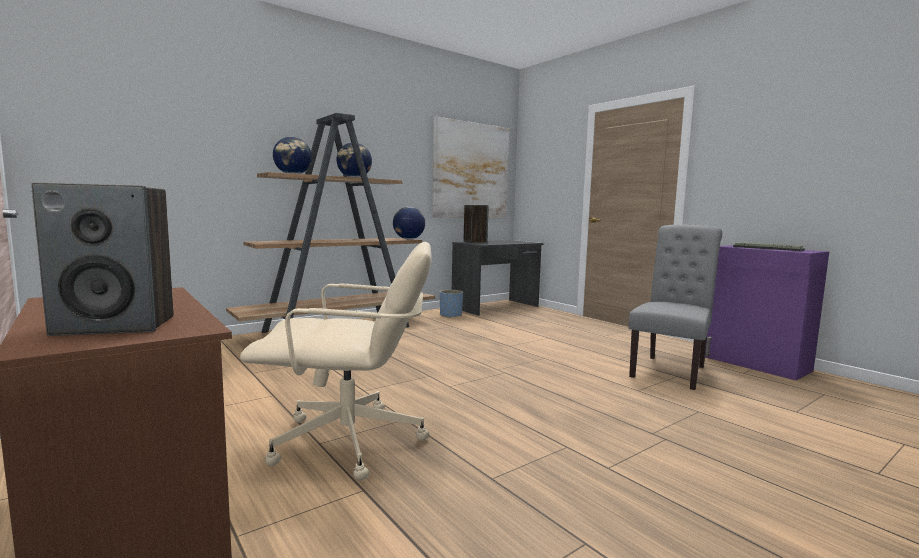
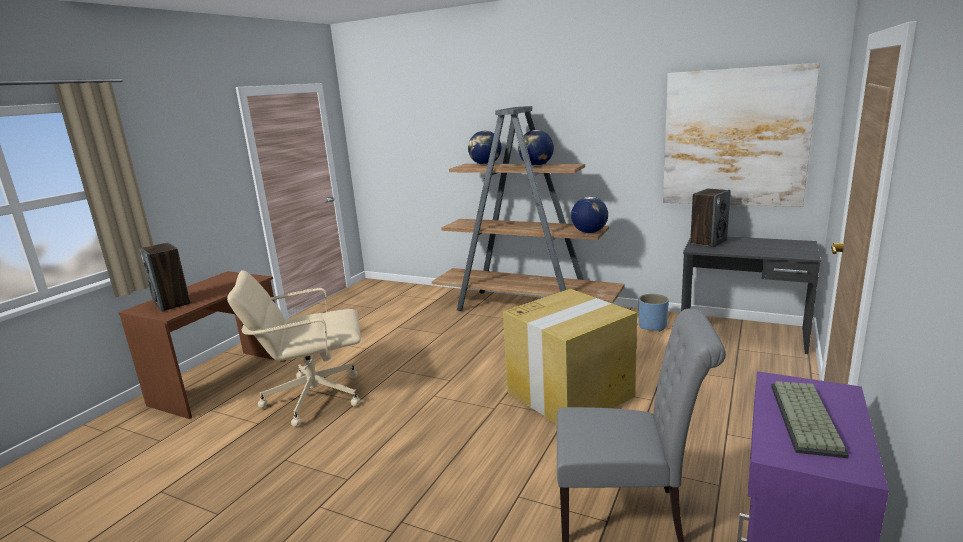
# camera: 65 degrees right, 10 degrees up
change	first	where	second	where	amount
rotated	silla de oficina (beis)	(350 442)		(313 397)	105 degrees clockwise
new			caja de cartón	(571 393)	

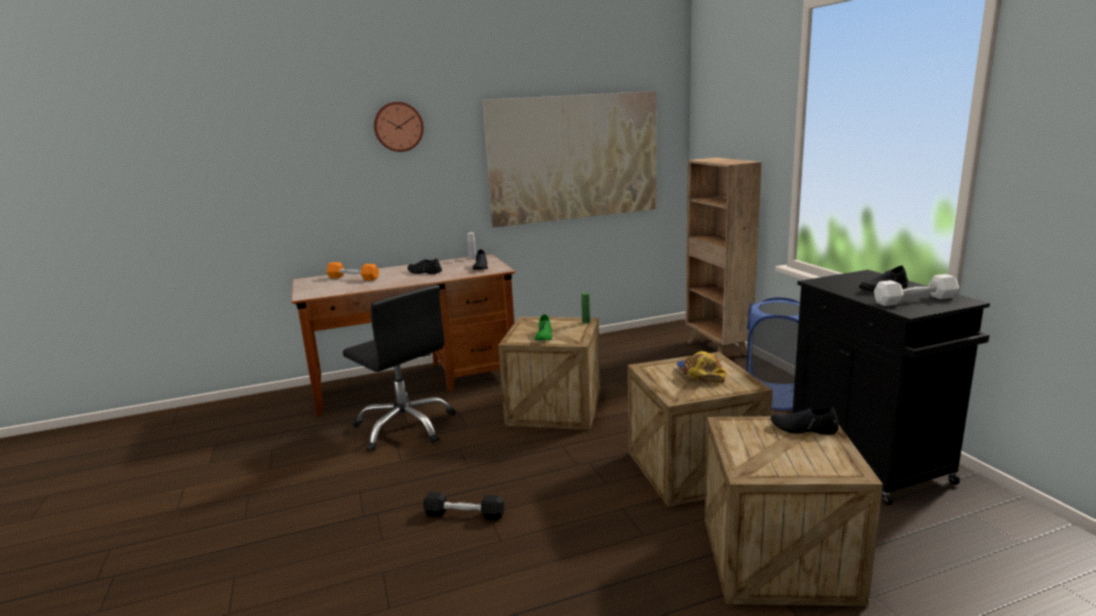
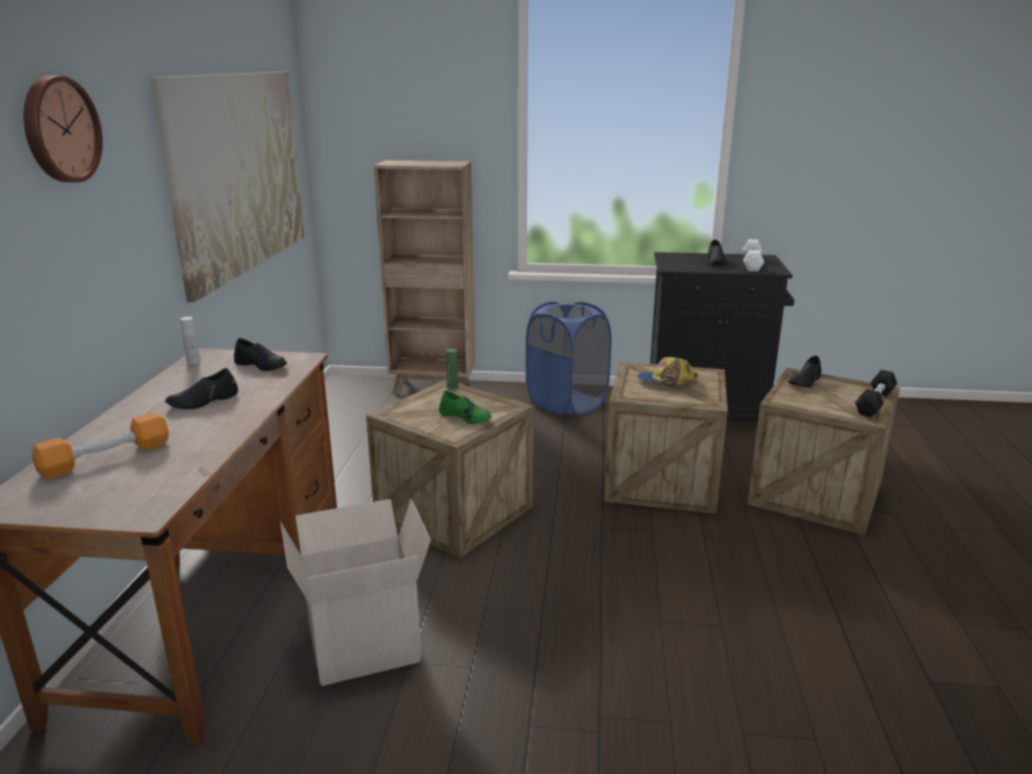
# camera: 65 degrees left, 5 degrees up
change	first	where	second	where	amount
swapped	silla de oficina (negro)	(405 426)	caja de cartón	(365 643)	
shifted	mancuerna (negro)	(464 514)		(875 402)	

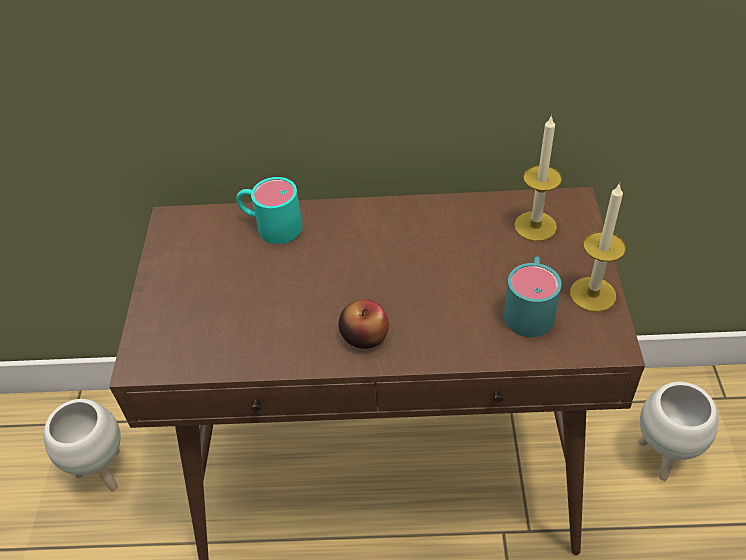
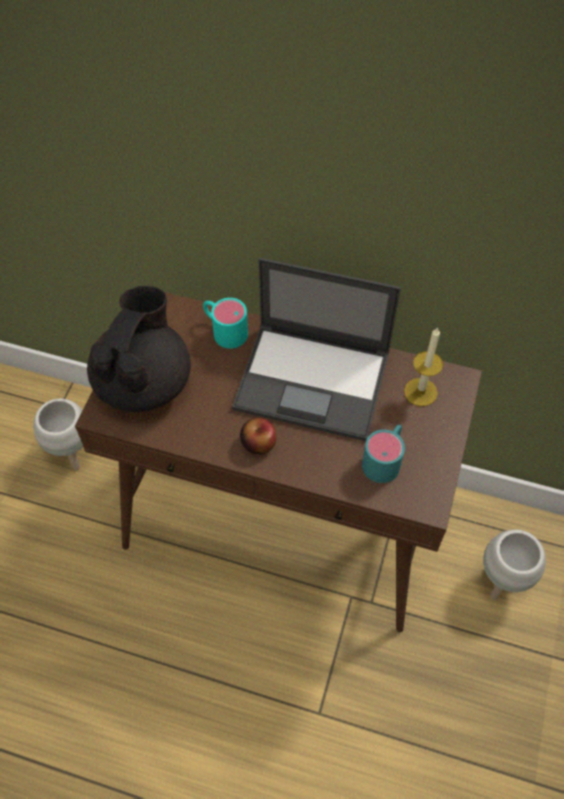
# camera: 15 degrees right, 10 degrees up
change	first	where	second	where	amount
gone	vela	(592 294)			
new			tetera (negro)	(144 382)	
new			portátil	(314 381)	

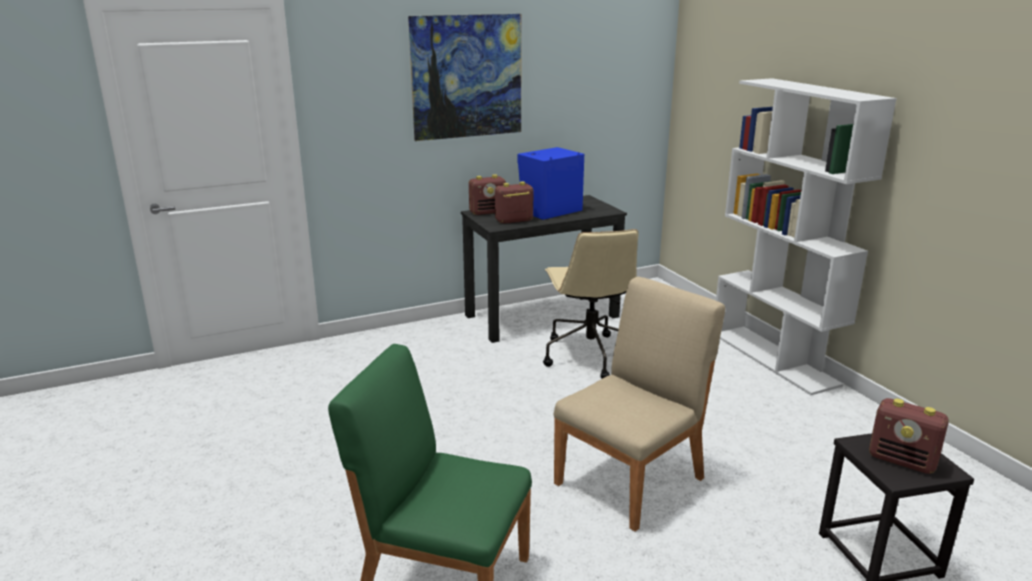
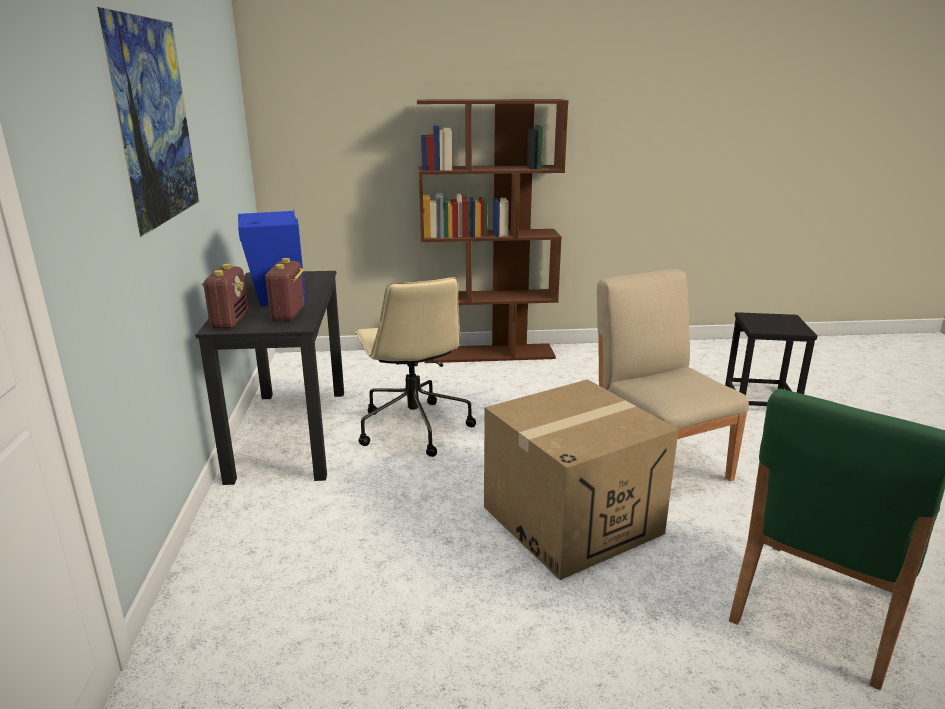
# camera: 70 degrees left, 0 degrees up
change	first	where	second	where	amount
rotated	silla de oficina (beis)	(589 355)		(413 427)	60 degrees clockwise
repainted	estantería (blanco)	(774 358)	estantería (marrón)	(489 353)	
gone	radio	(902 461)			
new			caja de cartón	(571 519)	

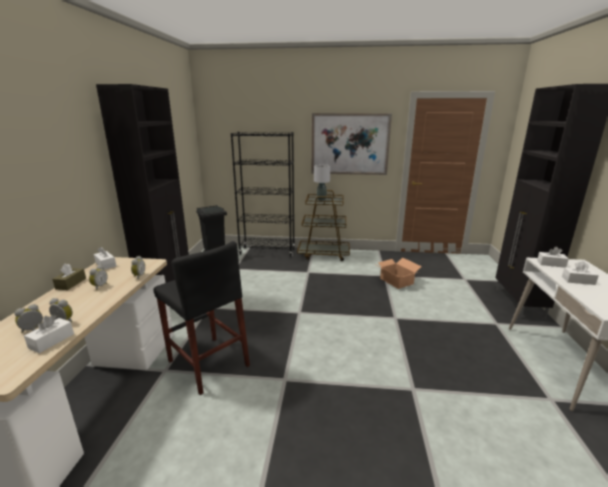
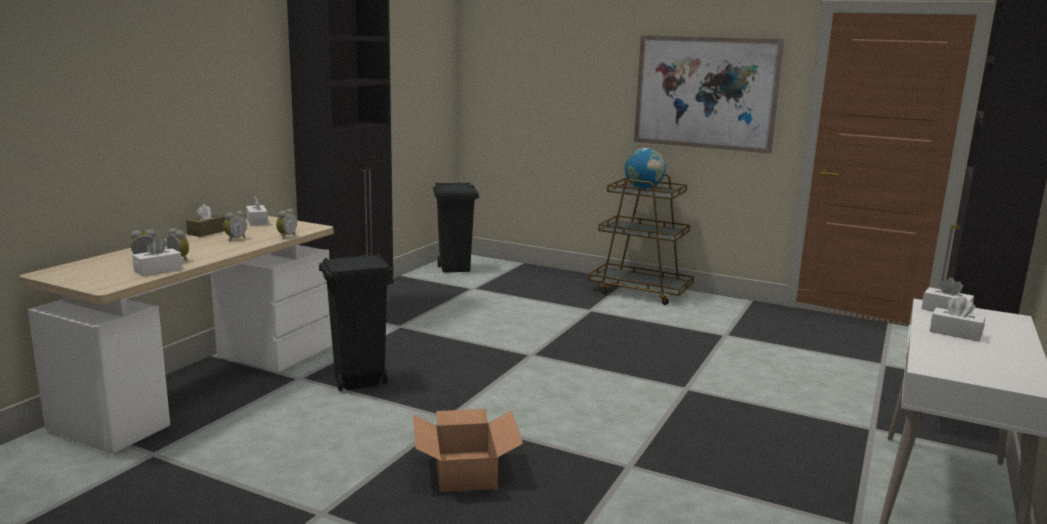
# camera: 20 degrees right, 5 degrees down
change	first	where	second	where	amount
swapped	taburete (negro)	(208 363)	papelera (negro)	(358 382)	
gone	estantería (negro)	(267 252)			
swapped	lámpara de mesa (gris)	(321 199)	globo terráqueo	(643 188)	
shifted	caja de cartón	(396 281)		(464 472)	

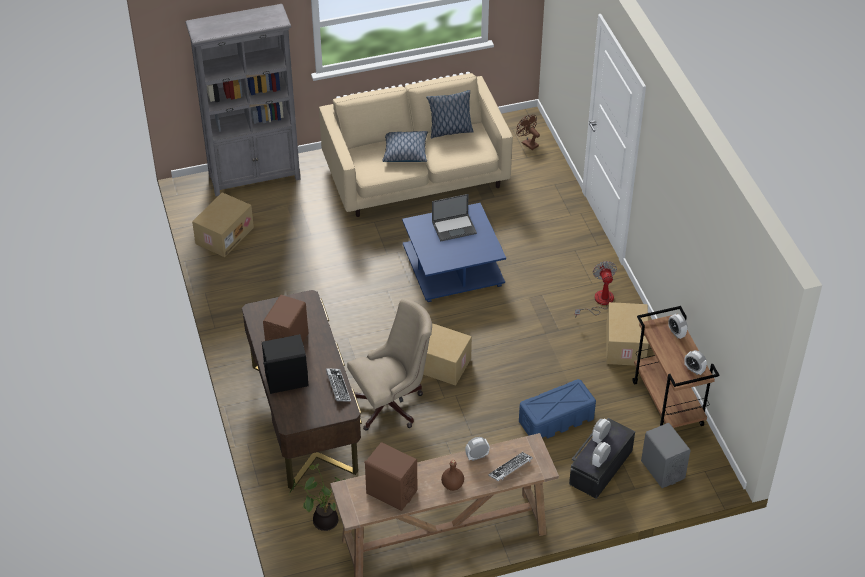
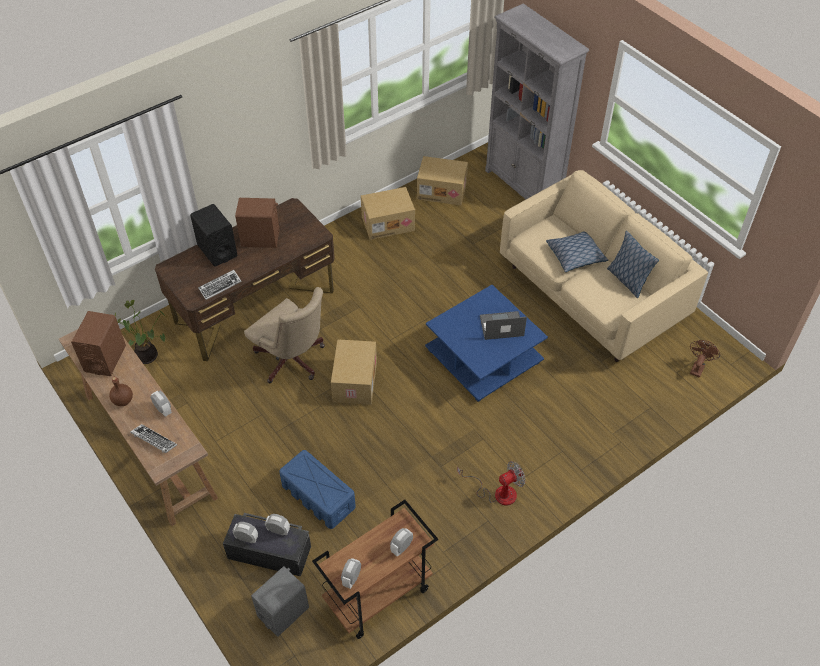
# camera: 70 degrees right, 5 degrees up
change	first	where	second	where	amount
rotated	portátil	(454 227)		(501 326)	120 degrees clockwise
shifted	caja de cartón	(624 344)		(388 223)	

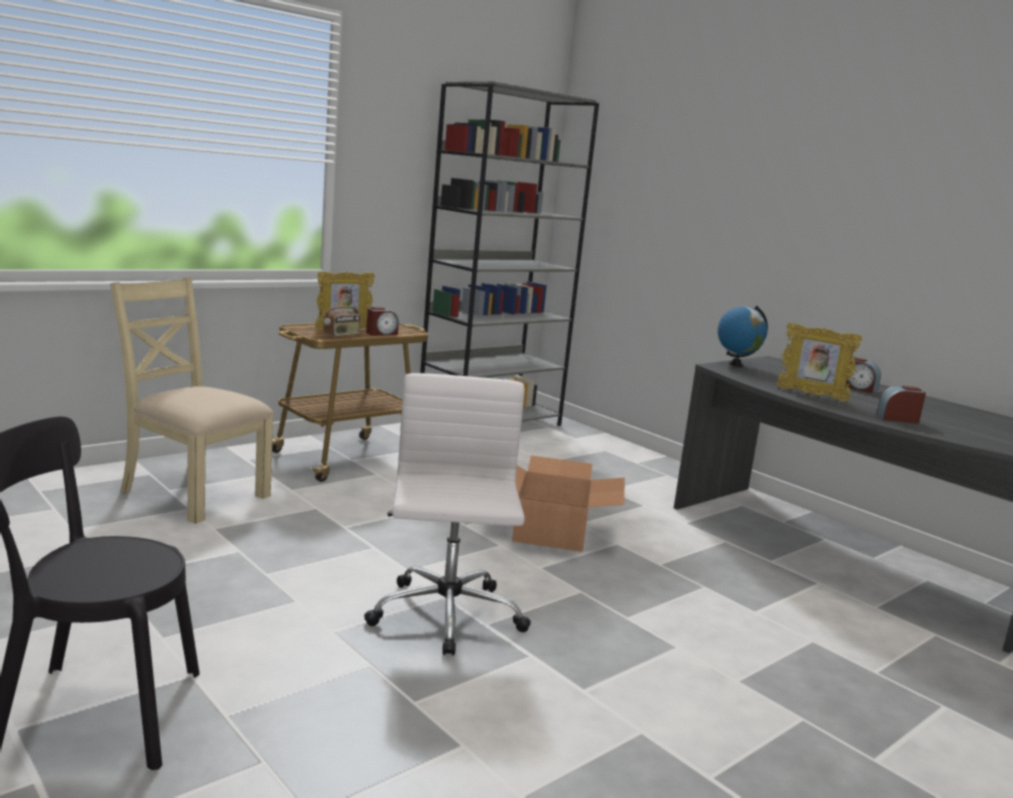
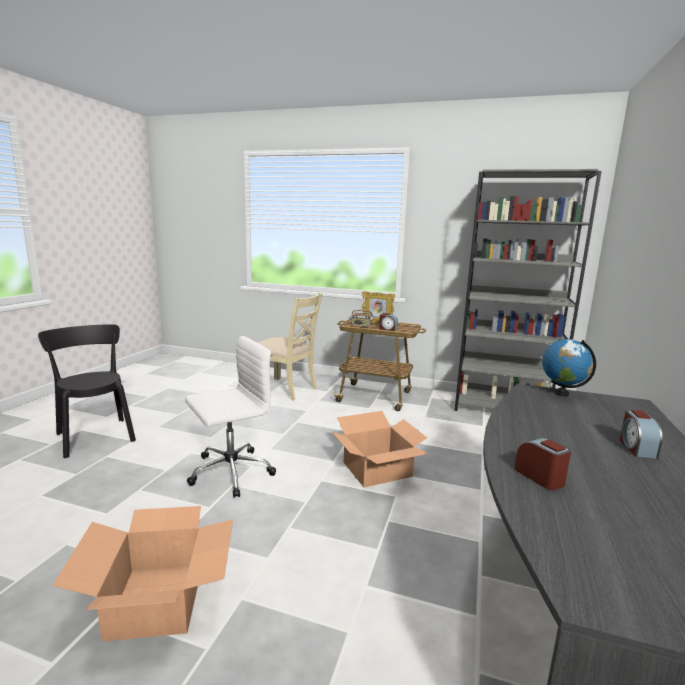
# camera: 60 degrees right, 0 degrees up
change	first	where	second	where	amount
rotated	silla (beis)	(193 493)		(284 388)	120 degrees clockwise
gone	portarretratos	(812 394)			
new			caja de cartón	(158 600)	

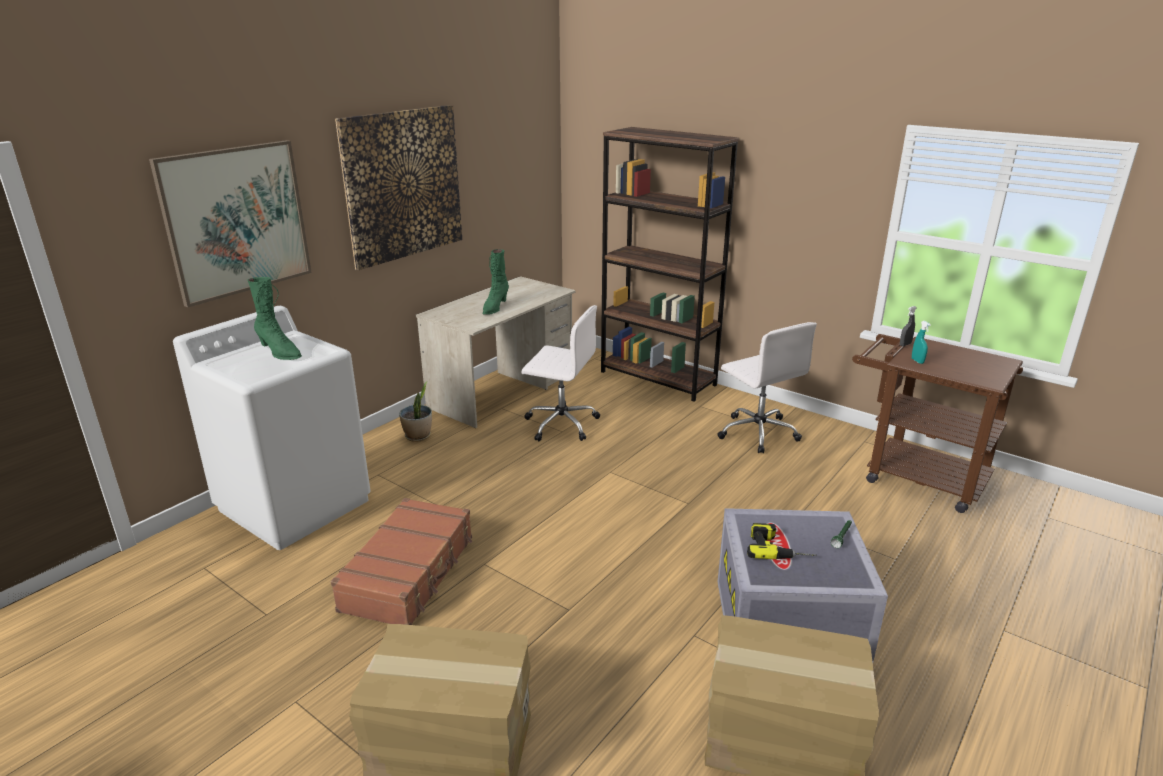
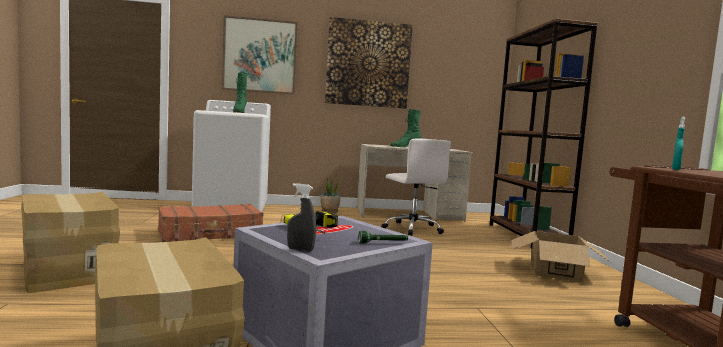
# camera: 45 degrees right, 20 degrees down
change	first	where	second	where	amount
swapped	silla de oficina (blanco)	(757 432)	caja de cartón	(554 271)	
shifted	pulverizador (gris)	(905 344)		(300 250)	

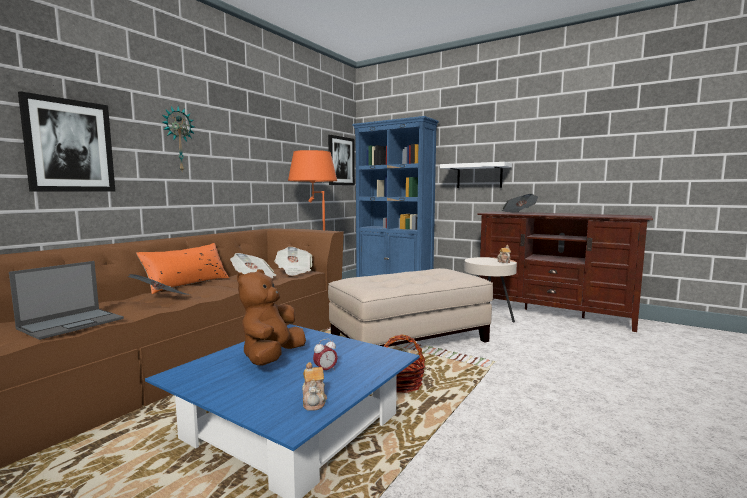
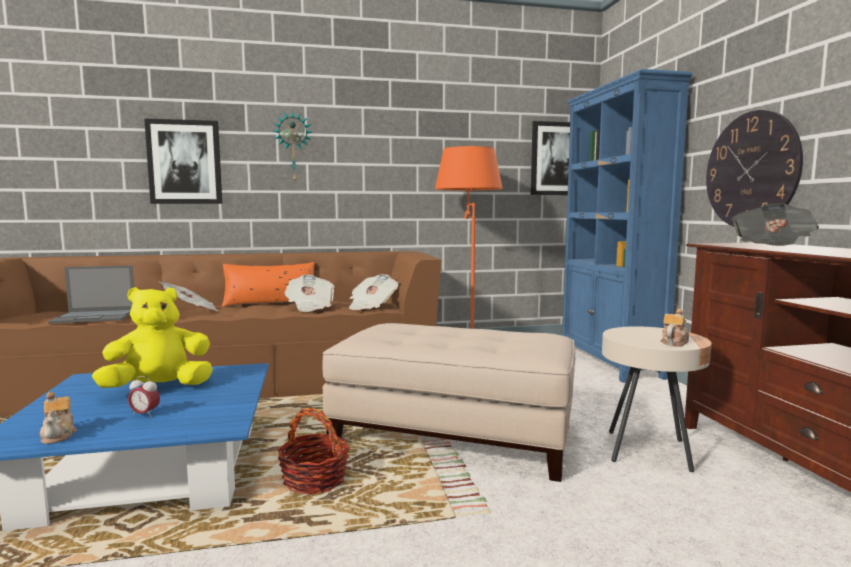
# camera: 45 degrees right, 0 degrees up
change	first	where	second	where	amount
repainted	peluche (marrón)	(272 358)	peluche (amarillo)	(159 388)	
rotated	tetera	(314 401)		(59 435)	60 degrees counterclockwise
swapped	estante (blanco)	(479 176)	reloj de pared	(751 170)	

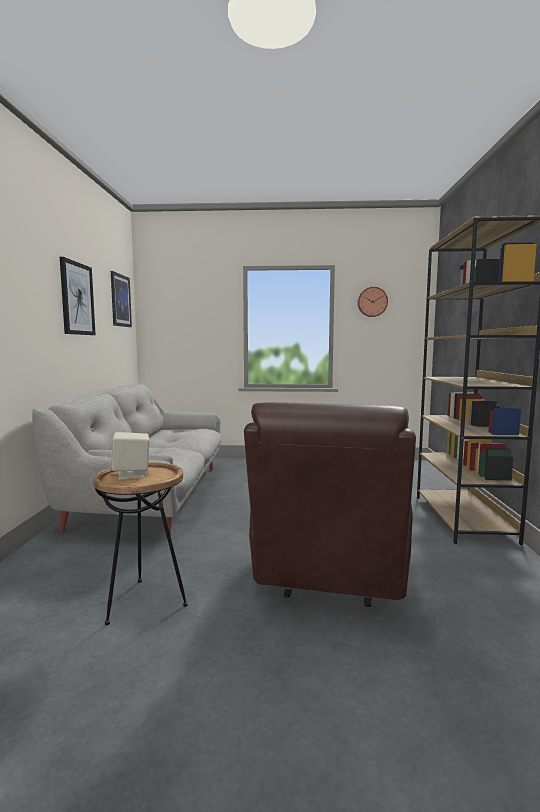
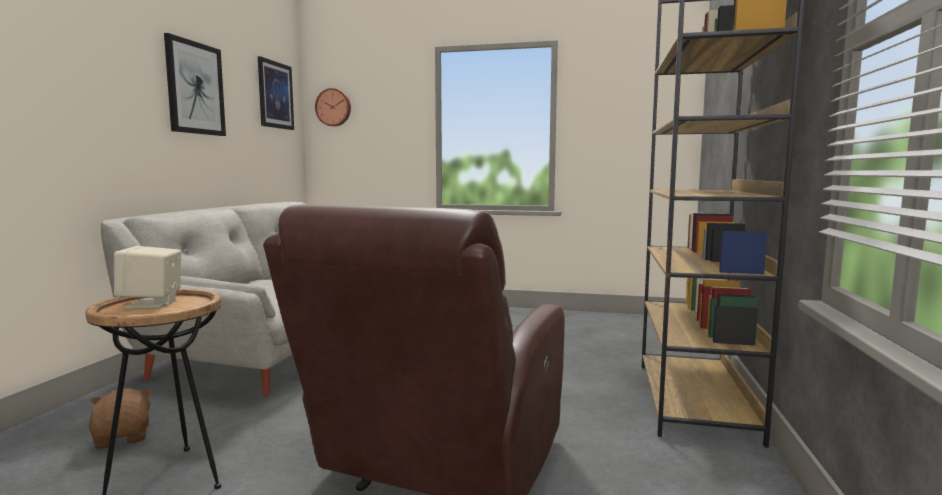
# camera: 10 degrees right, 0 degrees up
change	first	where	second	where	amount
shifted	reloj de pared	(372 302)		(333 107)	
new			peluche (marrón)	(123 437)	

